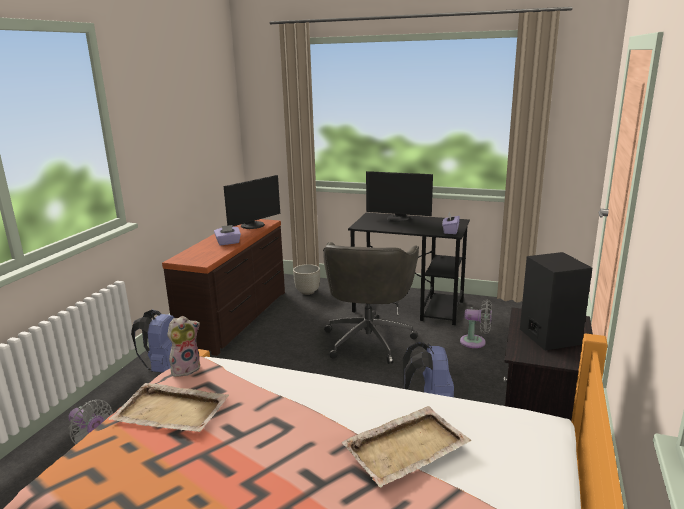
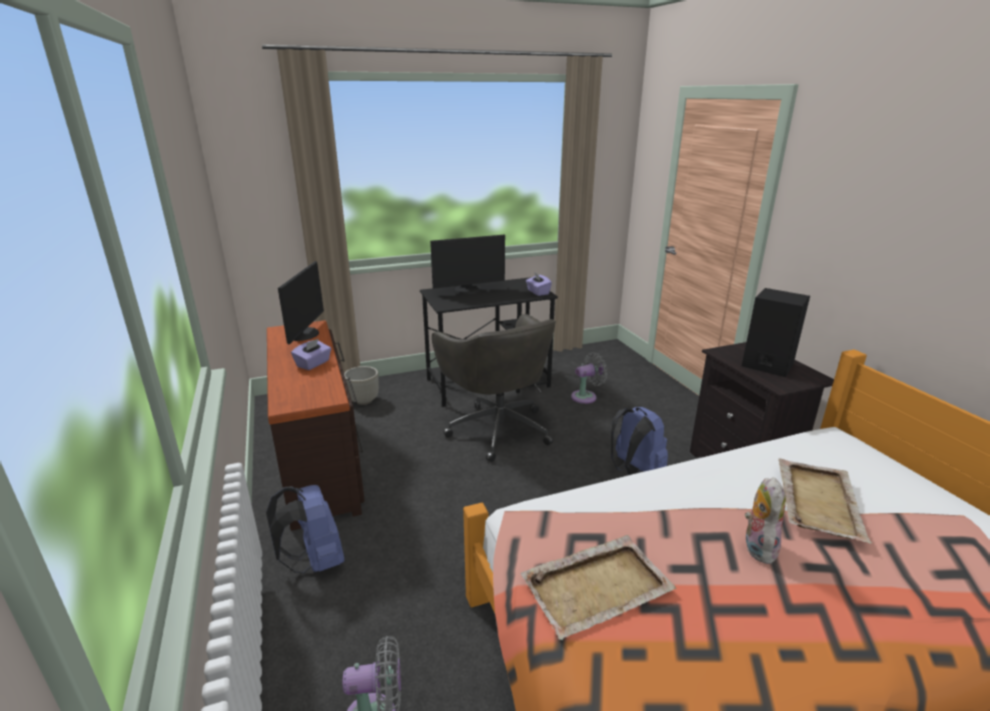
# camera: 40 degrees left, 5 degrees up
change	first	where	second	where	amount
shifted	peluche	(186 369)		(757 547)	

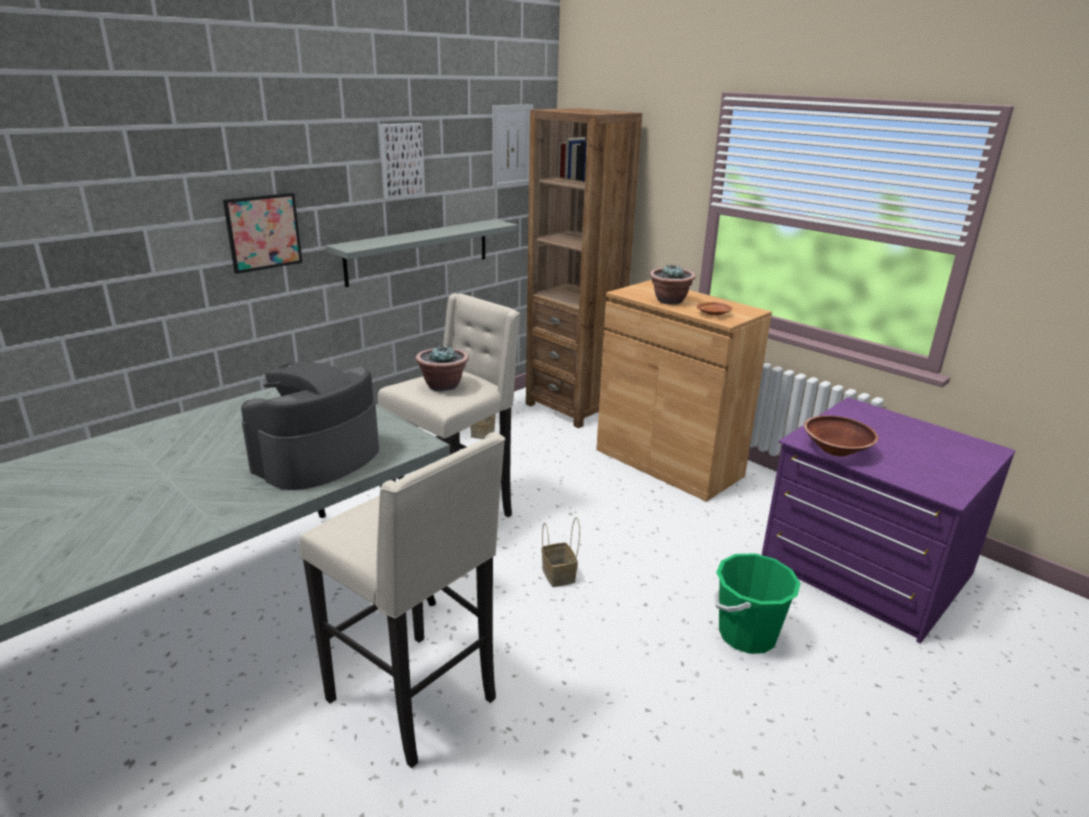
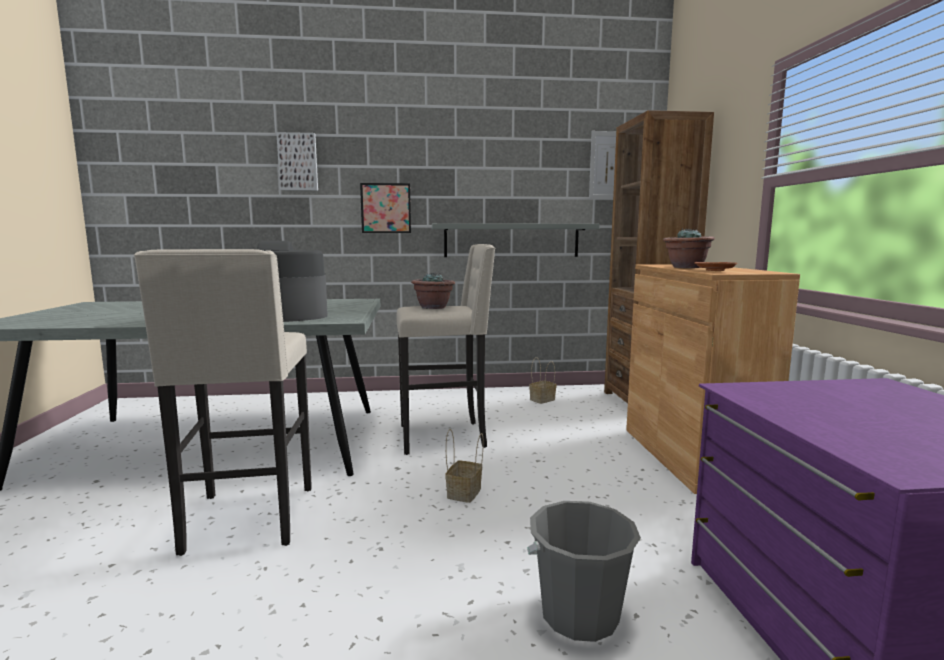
# camera: 40 degrees right, 15 degrees down
change	first	where	second	where	amount
shifted	cuadro	(400 160)		(298 162)	
repainted	cubo (verde)	(747 635)	cubo (gris)	(579 615)	
gone	cuenco (marrón)	(836 450)			

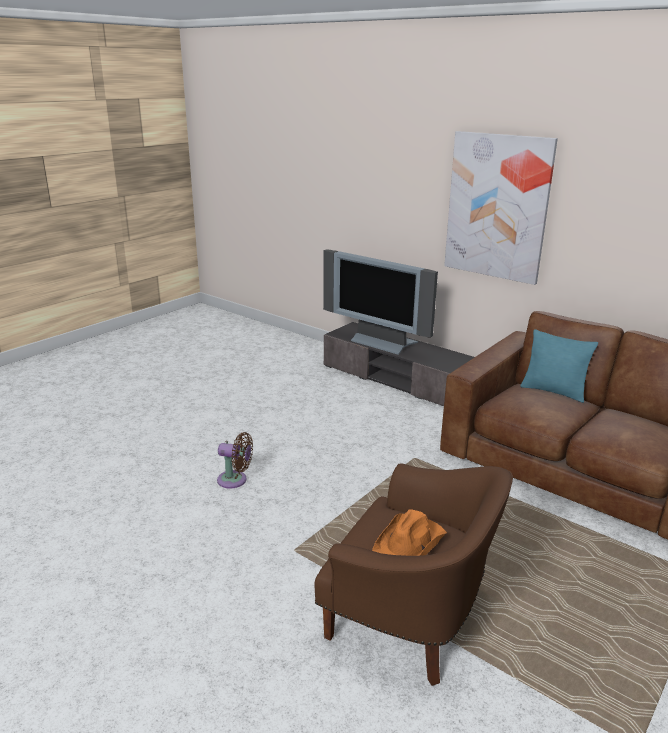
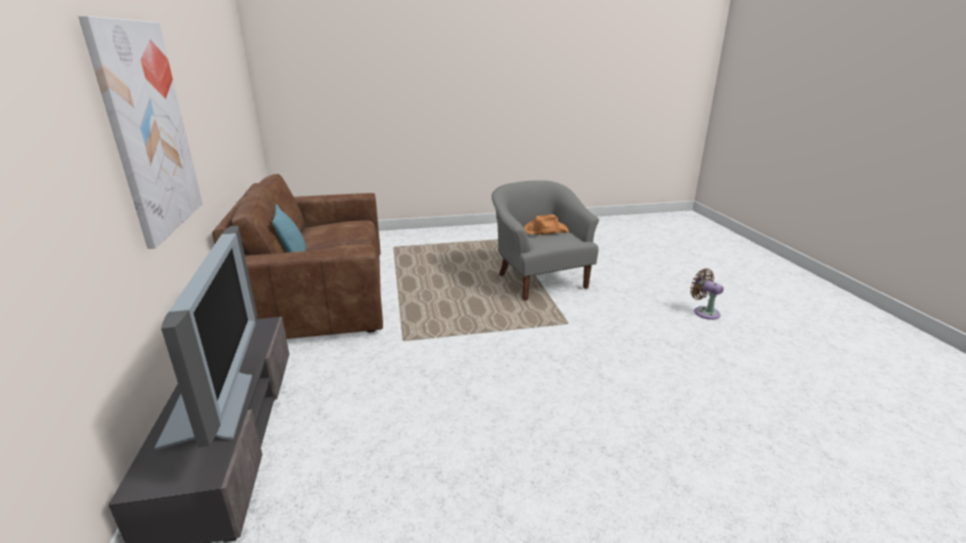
# camera: 140 degrees left, 0 degrees up
change	first	where	second	where	amount
shifted	ventilador (marrón)	(235 480)		(704 312)	
repainted	sillón (marrón)	(410 621)	sillón (gris)	(540 279)	

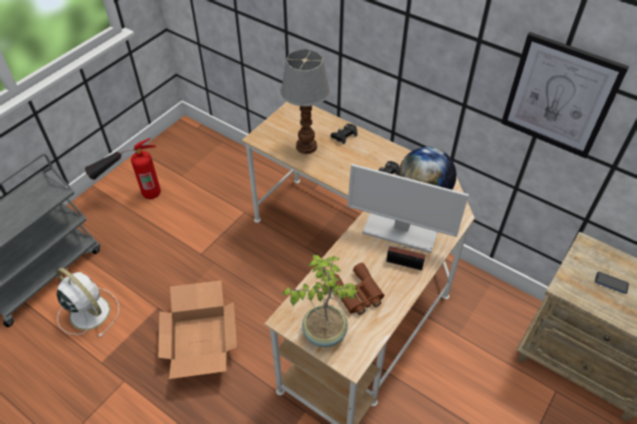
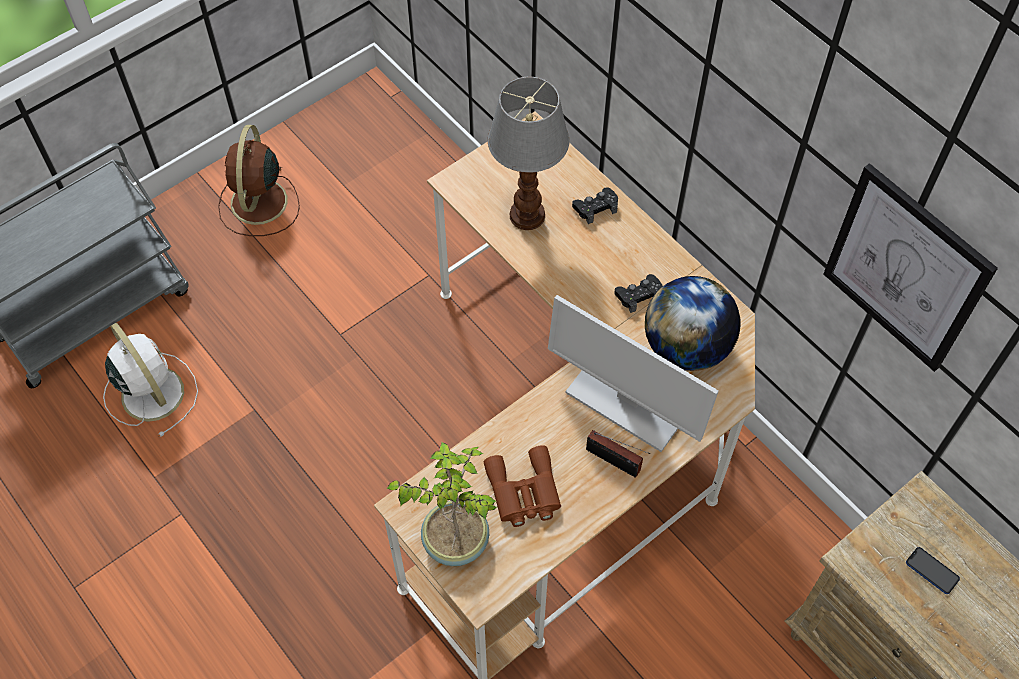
# camera: 15 degrees right, 10 degrees up
change	first	where	second	where	amount
swapped	extintor	(133 195)	ventilador (marrón)	(258 204)	
gone	caja de cartón	(200 340)			

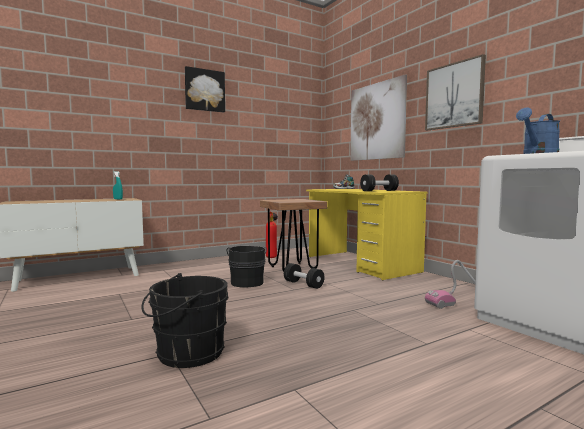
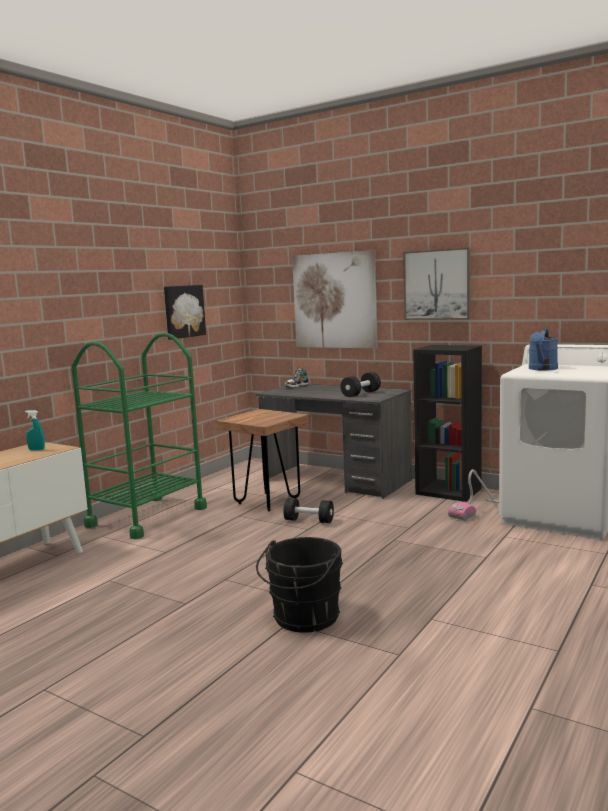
# camera: 25 degrees left, 5 degrees up
change	first	where	second	where	amount
shifted	cuadro	(204 90)		(183 311)	
gone	cubo (negro)	(247 282)			
gone	extintor	(272 257)			
repainted	escritorio (amarillo)	(361 264)	escritorio (gris)	(336 480)	
new			carrito (verde)	(147 517)	
new			estantería (negro)	(449 491)	

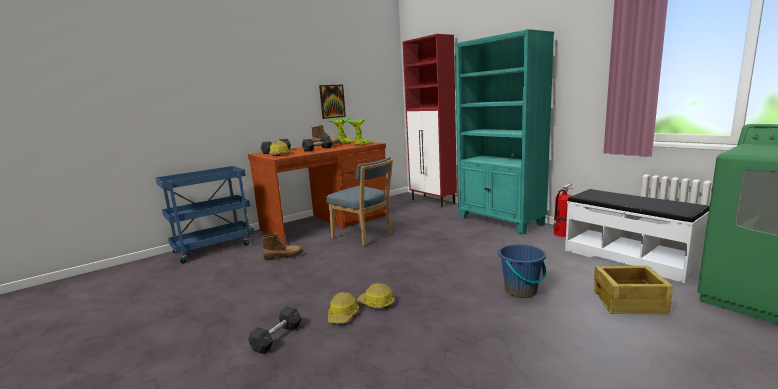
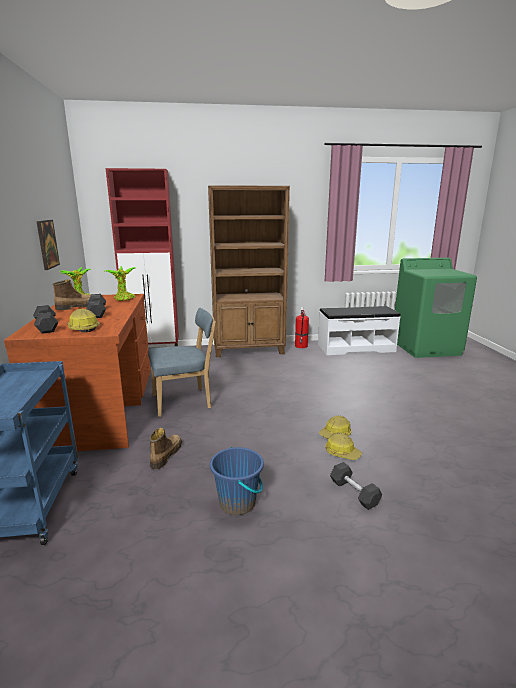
# camera: 60 degrees left, 5 degrees up
change	first	where	second	where	amount
repainted	estantería (turquesa)	(500 221)	estantería (marrón)	(249 350)	
shifted	cubo (azul)	(521 291)		(238 503)	
gone	caja de embalaje	(629 303)			

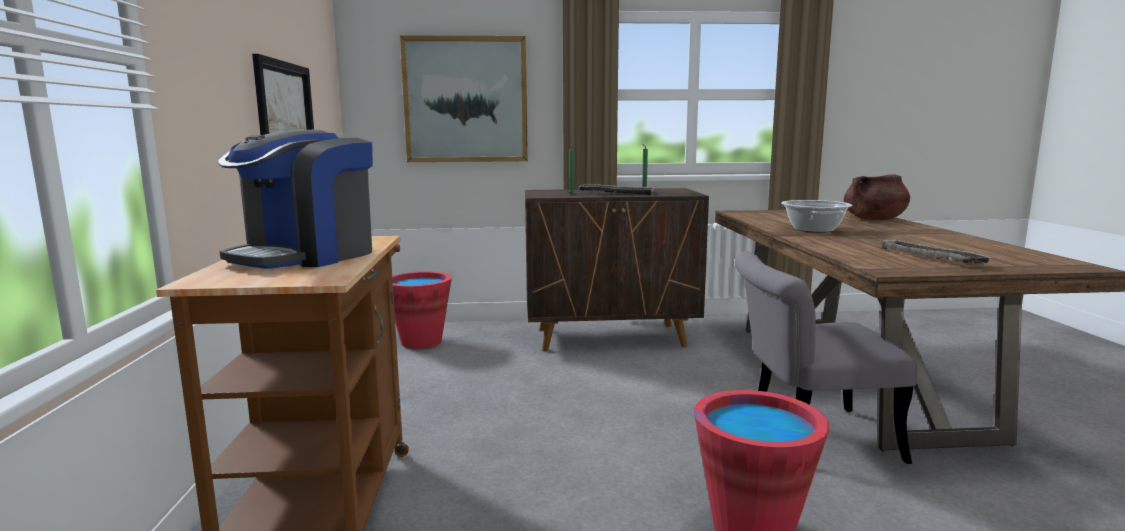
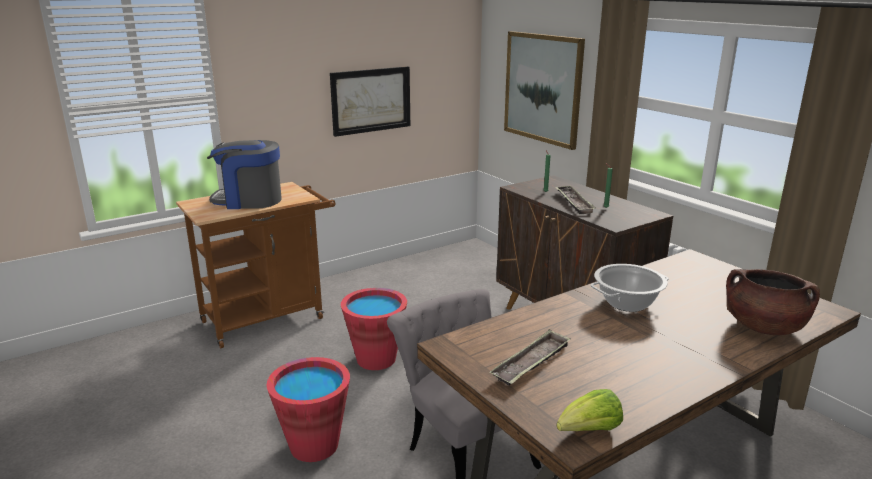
# camera: 60 degrees right, 10 degrees up
change	first	where	second	where	amount
shifted	cubo (rojo)	(421 342)		(376 359)	
new			lechuga	(589 431)	

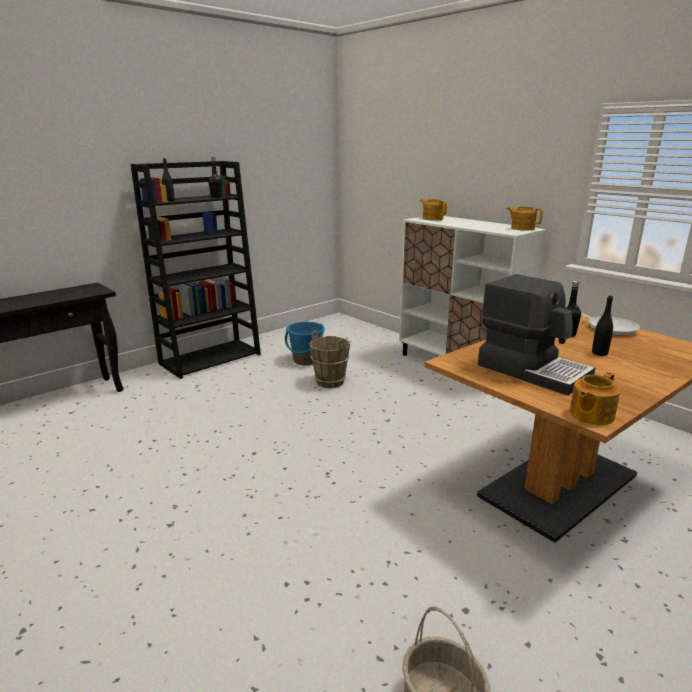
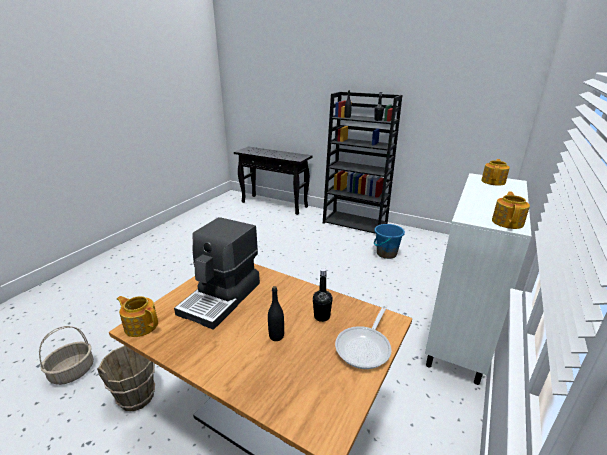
# camera: 70 degrees right, 5 degrees up
change	first	where	second	where	amount
shifted	cubo (marrón)	(330 382)		(137 397)	

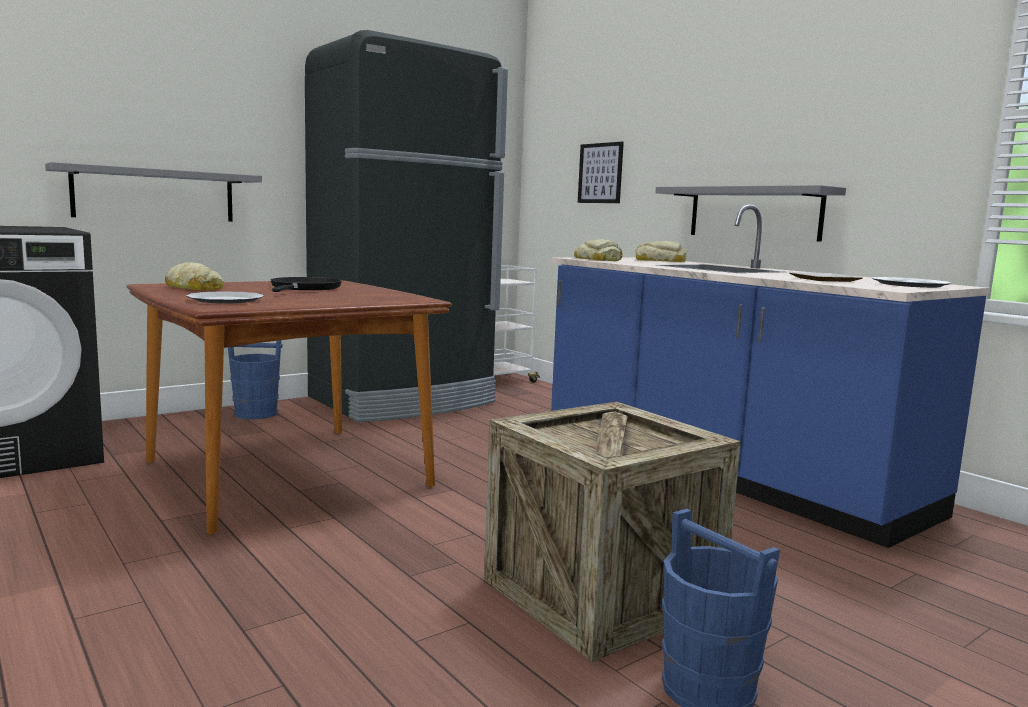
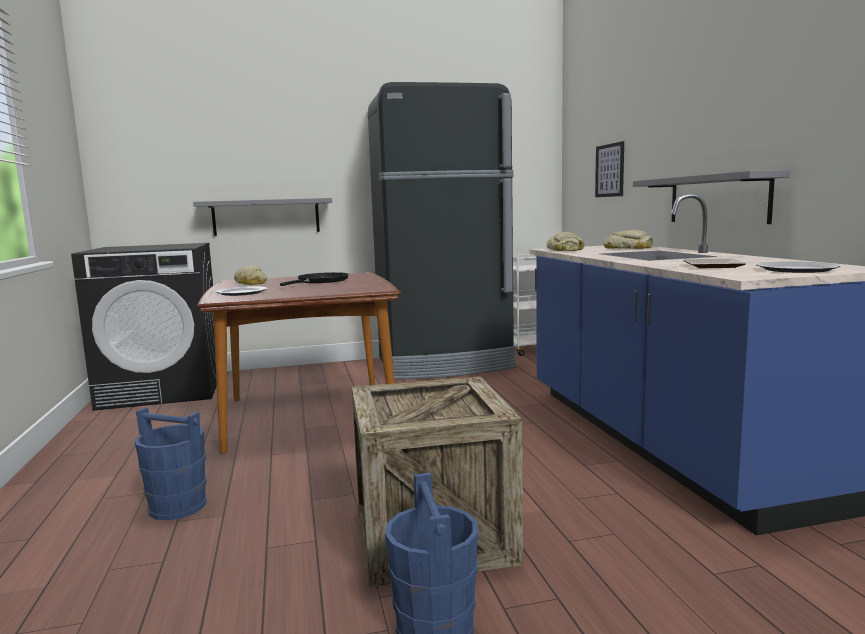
# camera: 25 degrees right, 0 degrees up
change	first	where	second	where	amount
shifted	cubo (azul)	(256 414)		(178 506)	

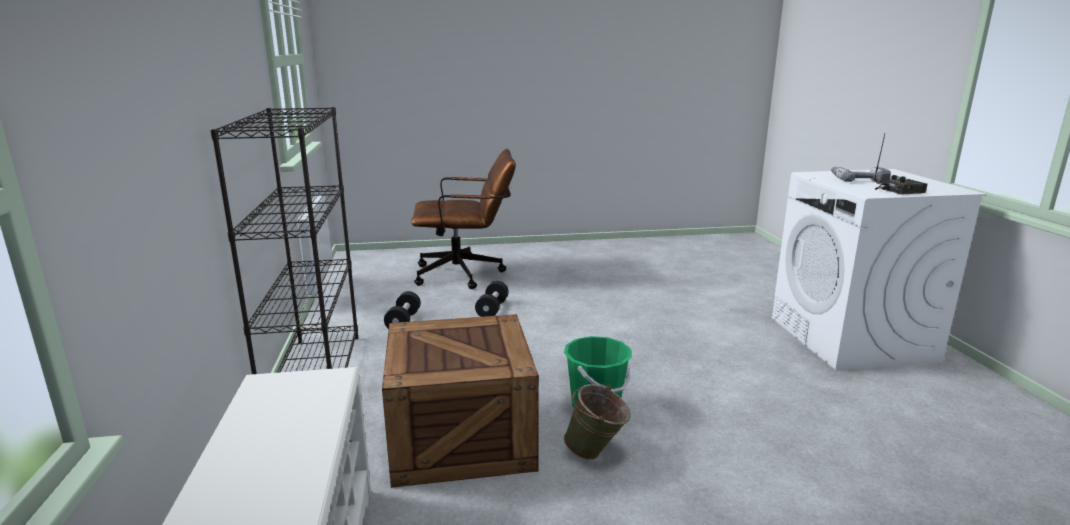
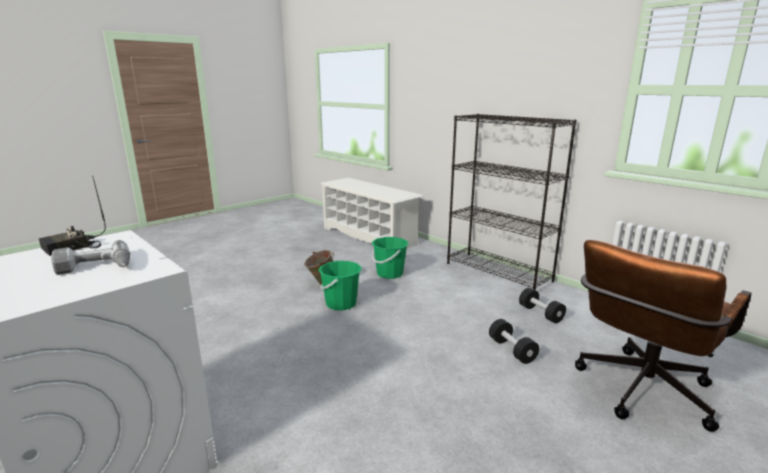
# camera: 145 degrees right, 0 degrees up
change	first	where	second	where	amount
swapped	caja de embalaje	(459 435)	cubo (verde)	(389 274)	

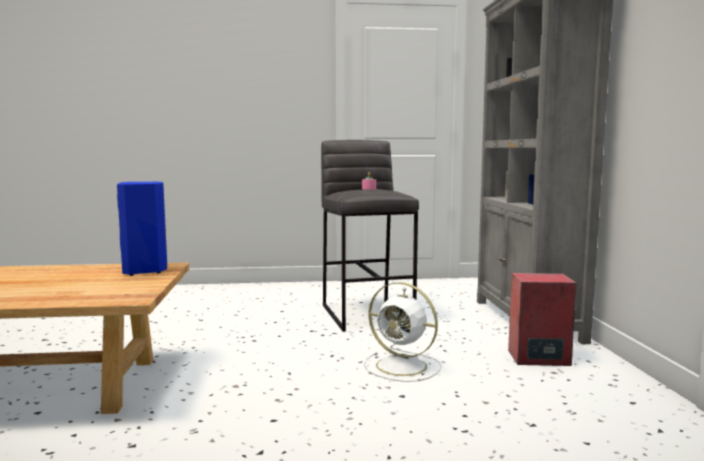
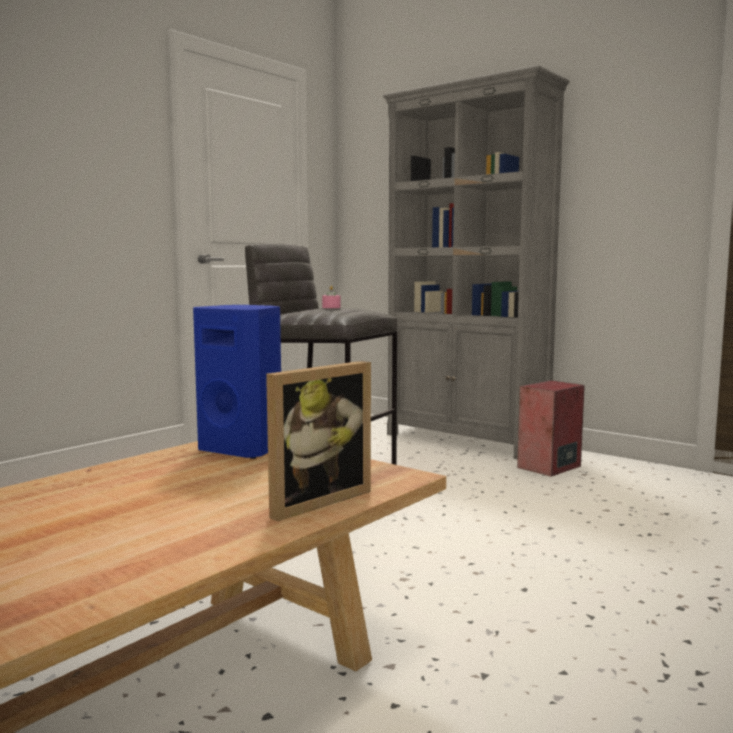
# camera: 45 degrees left, 0 degrees up
change	first	where	second	where	amount
gone	ventilador (blanco)	(403 366)			
new			portarretratos	(313 500)	

